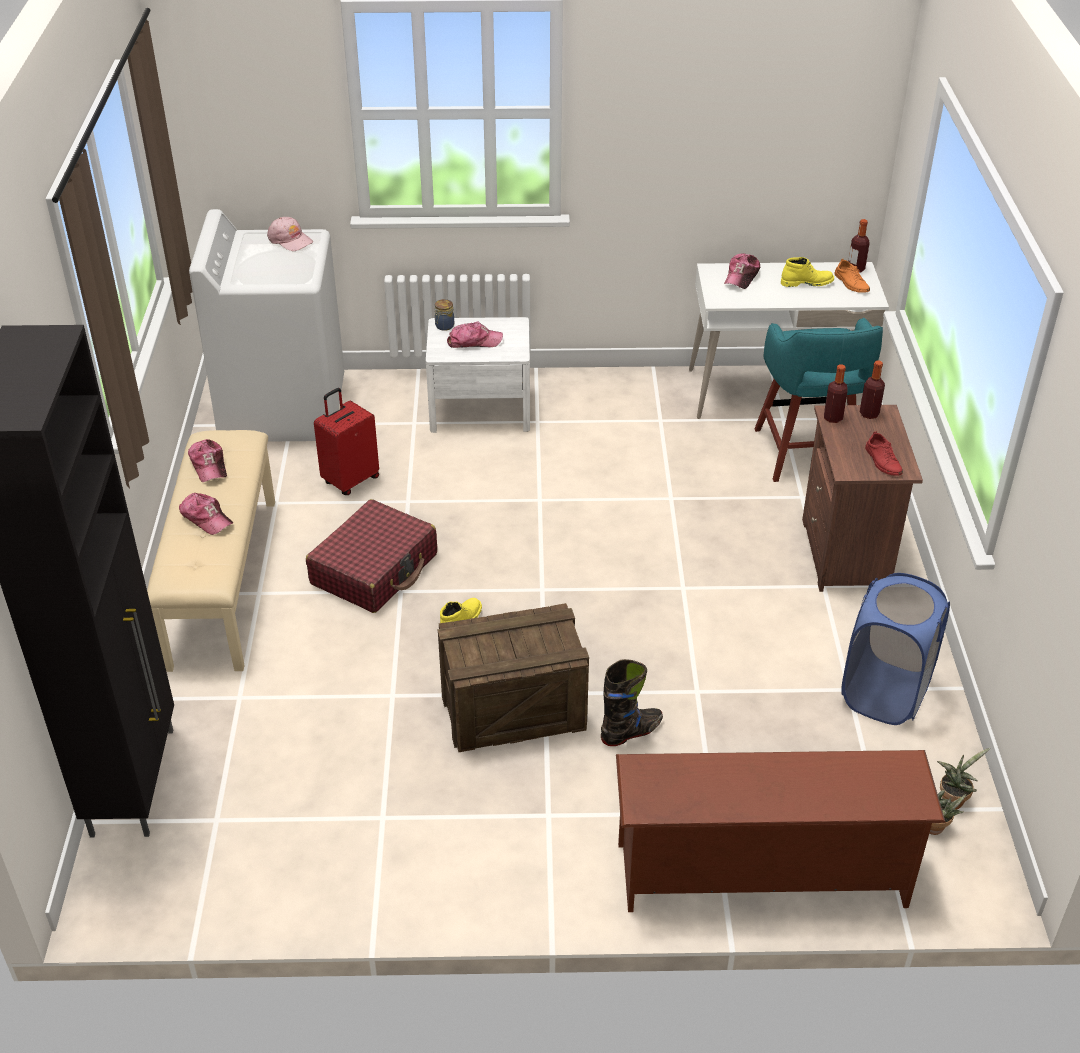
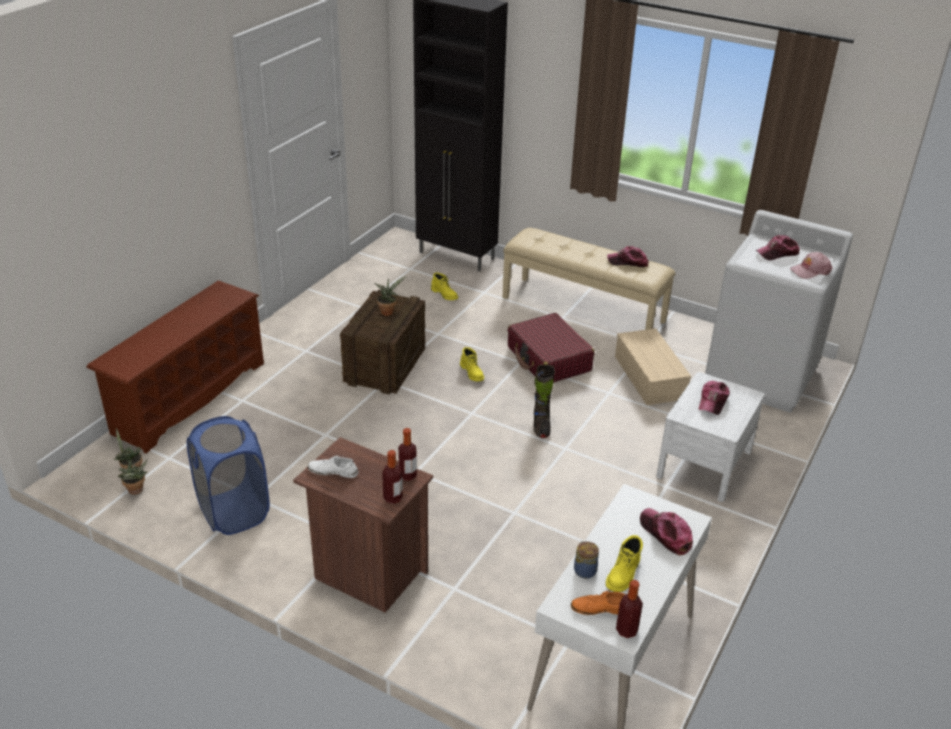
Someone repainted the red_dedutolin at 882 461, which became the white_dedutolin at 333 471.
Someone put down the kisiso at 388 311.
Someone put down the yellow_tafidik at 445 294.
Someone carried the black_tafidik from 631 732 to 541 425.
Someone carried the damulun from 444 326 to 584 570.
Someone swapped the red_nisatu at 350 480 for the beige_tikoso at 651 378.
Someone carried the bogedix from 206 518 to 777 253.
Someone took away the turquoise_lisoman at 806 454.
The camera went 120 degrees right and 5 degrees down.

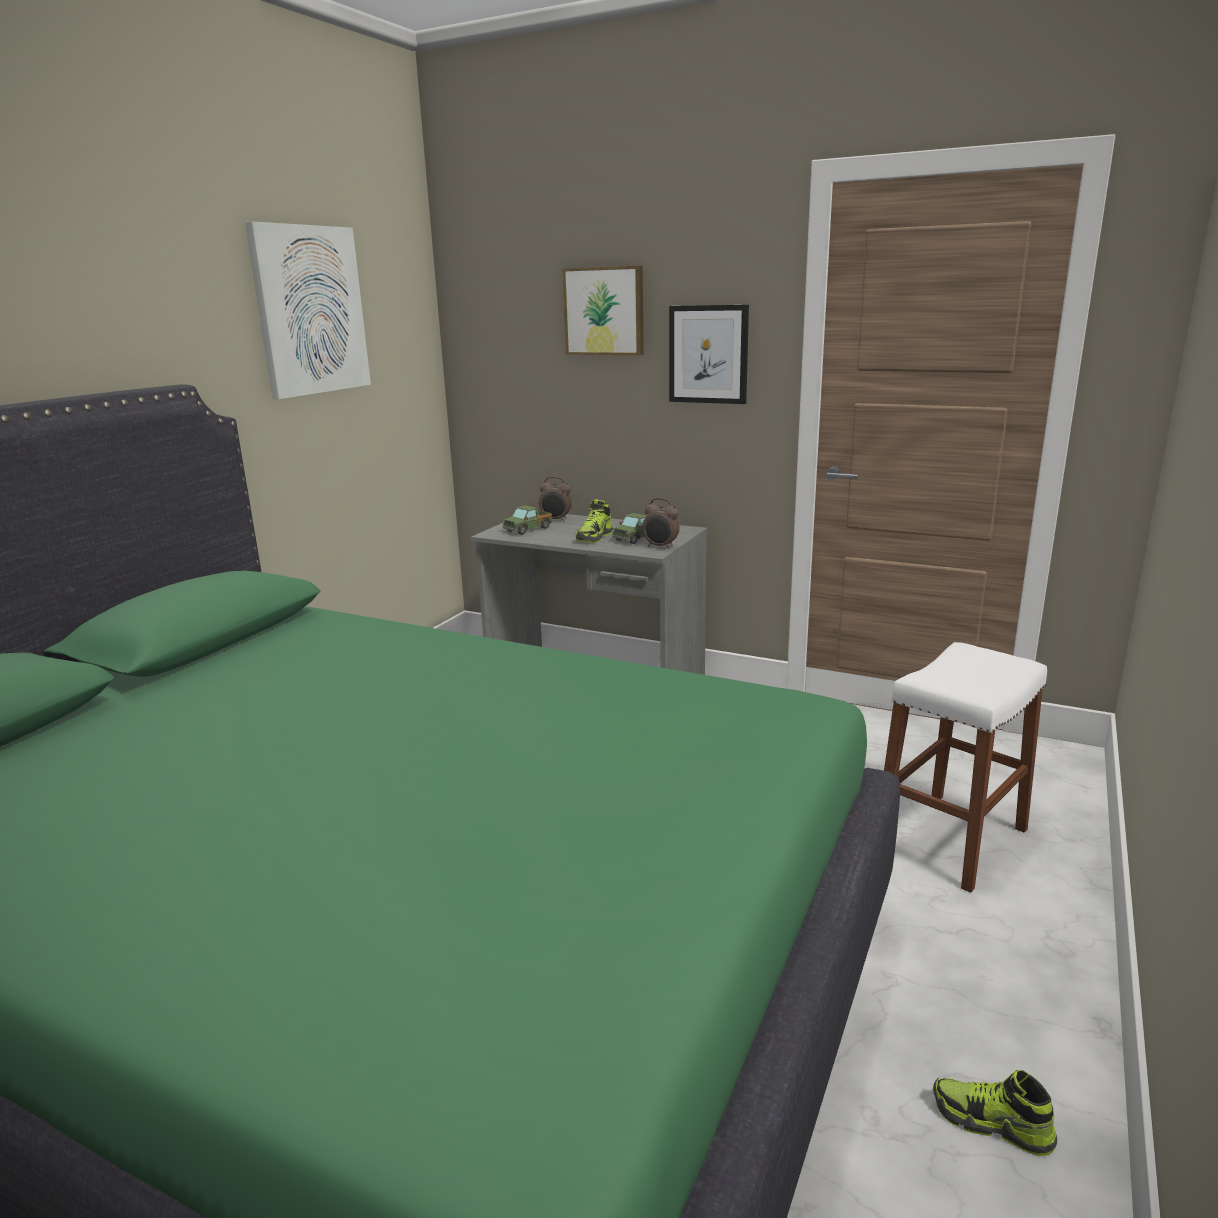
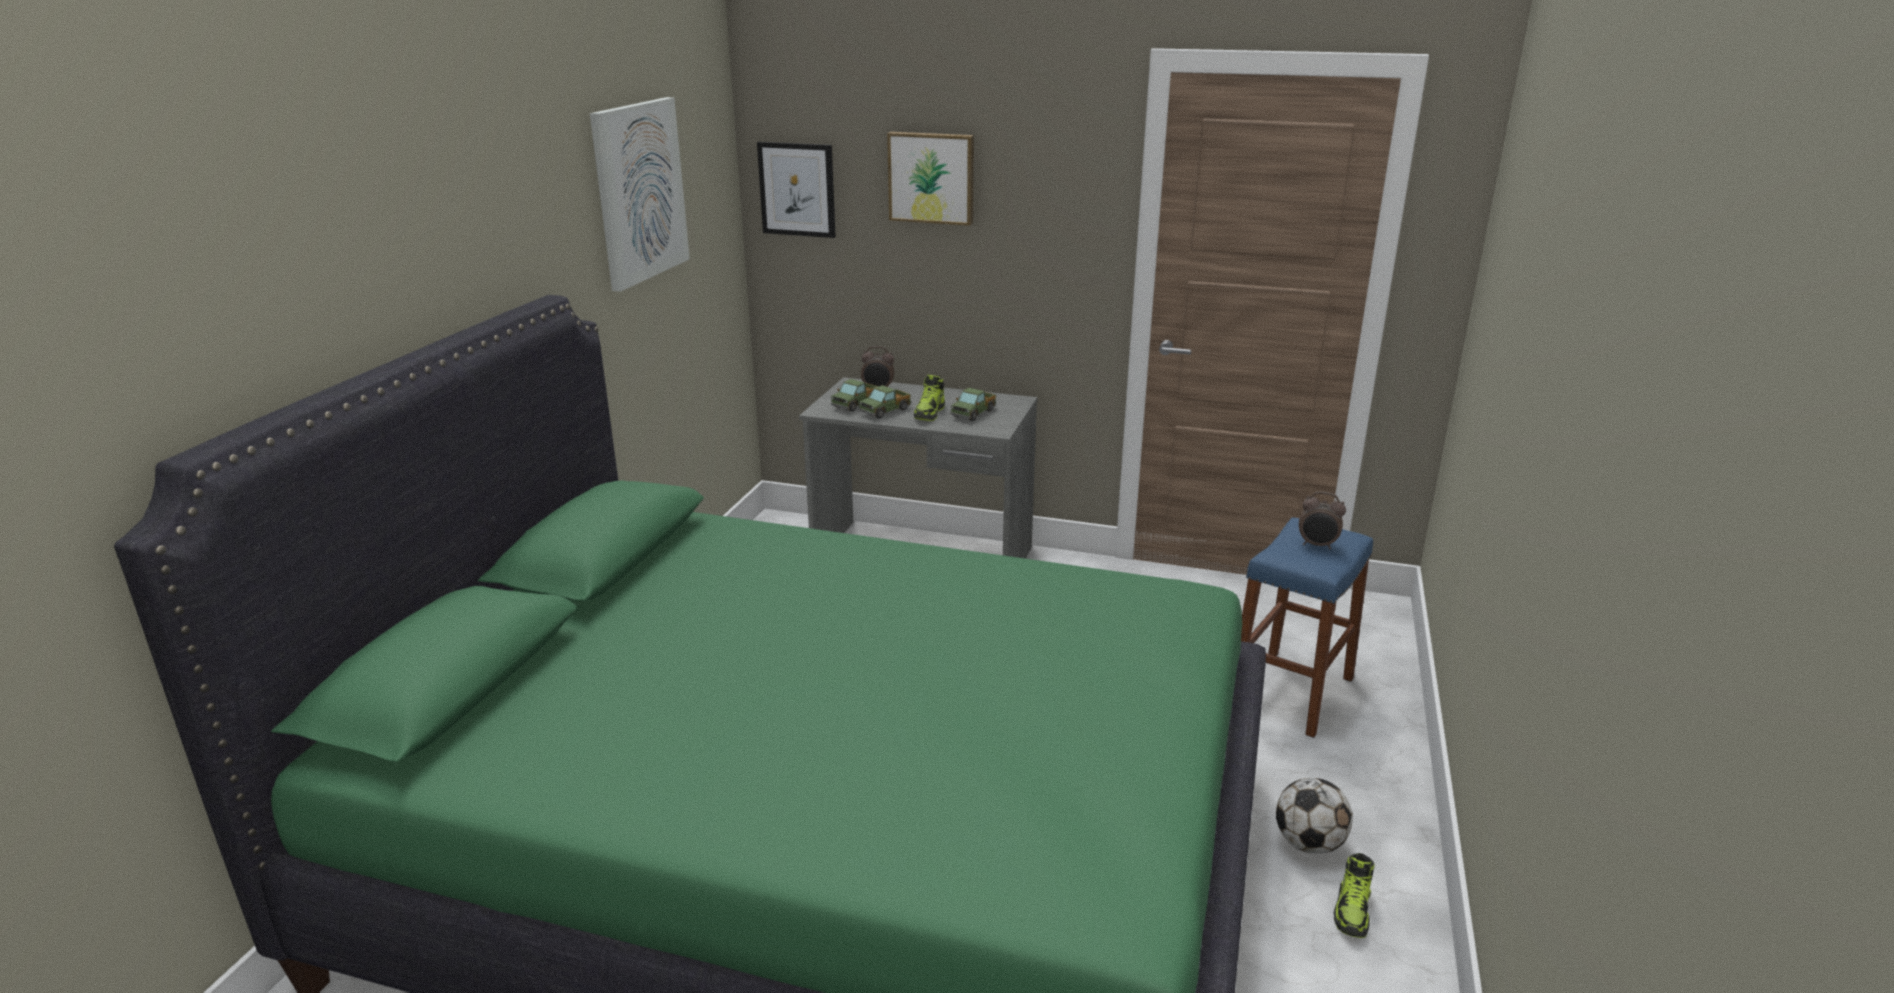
Someone carried the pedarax from 708 354 to 797 189.
Someone put down the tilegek at 885 411.
Someone repainted the white_lisoman at 951 839, which became the blue_lisoman at 1290 692.
Someone put down the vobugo at 1309 844.
Someone carried the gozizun from 660 547 to 1317 545.
Someone rotated the dedutolin at 991 1124 by 90 degrees counterclockwise.
The camera went 10 degrees left and 5 degrees up.

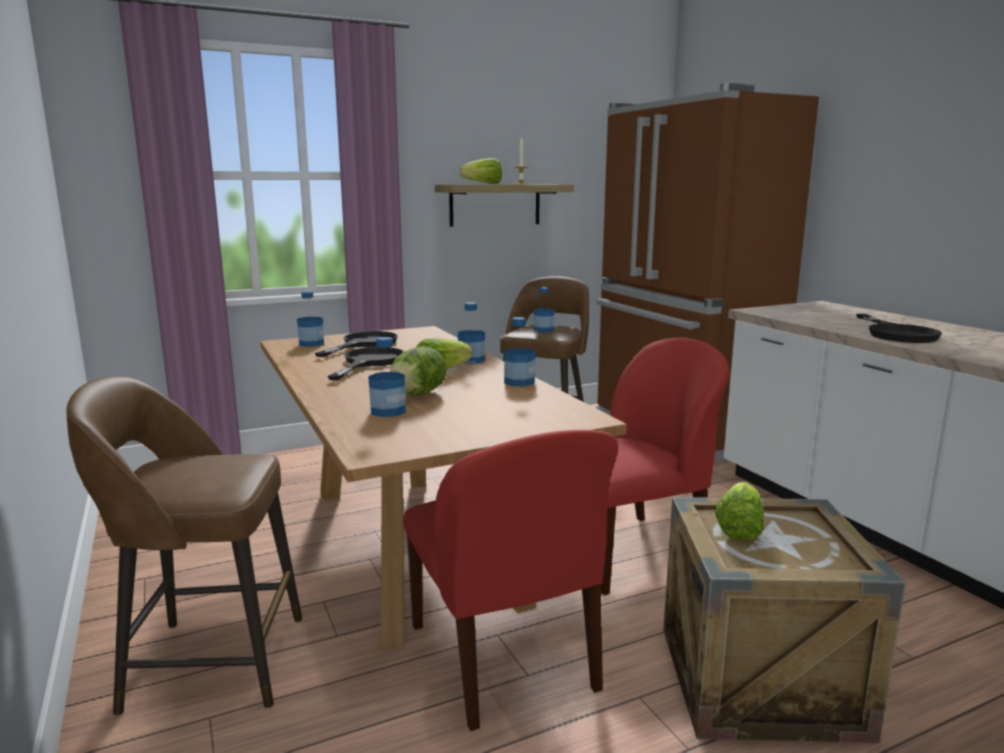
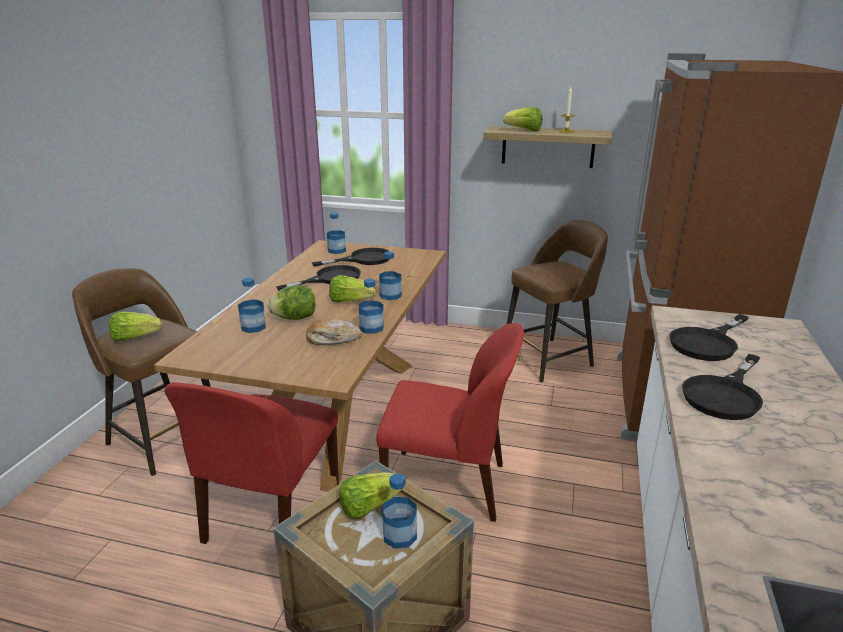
Someone put down the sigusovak at 135 337.
Someone put down the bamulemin at 332 339.
Someone carried the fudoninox from 543 330 to 400 535.
Someone put down the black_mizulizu at 708 343.
The camera went 40 degrees right and 10 degrees up.

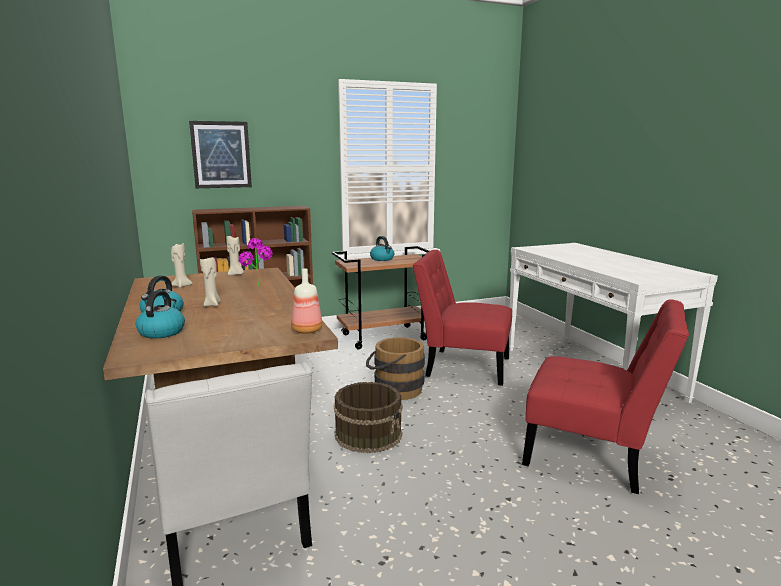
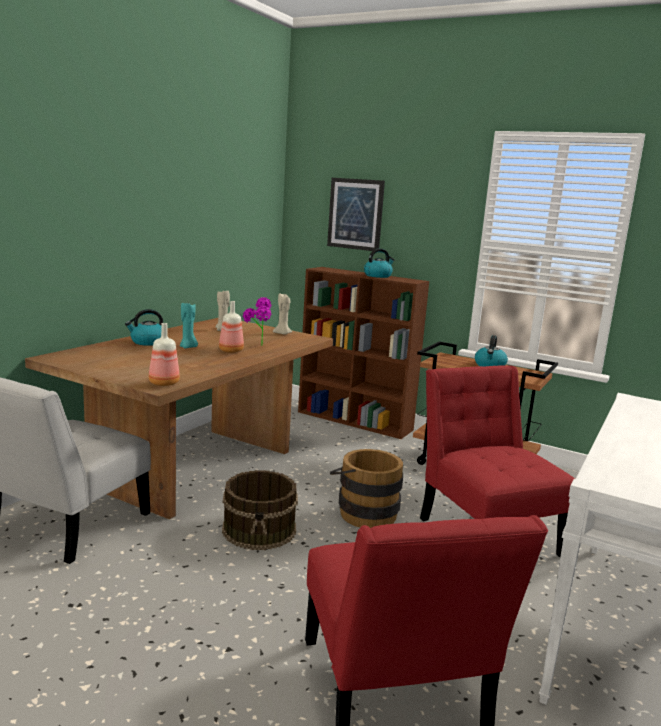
Someone repainted the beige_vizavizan at 212 305, which became the turquoise_vizavizan at 188 347.
Someone put down the fudoninox at 231 351.
Someone carried the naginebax from 162 332 to 378 276.
The camera went 50 degrees right and 0 degrees up.

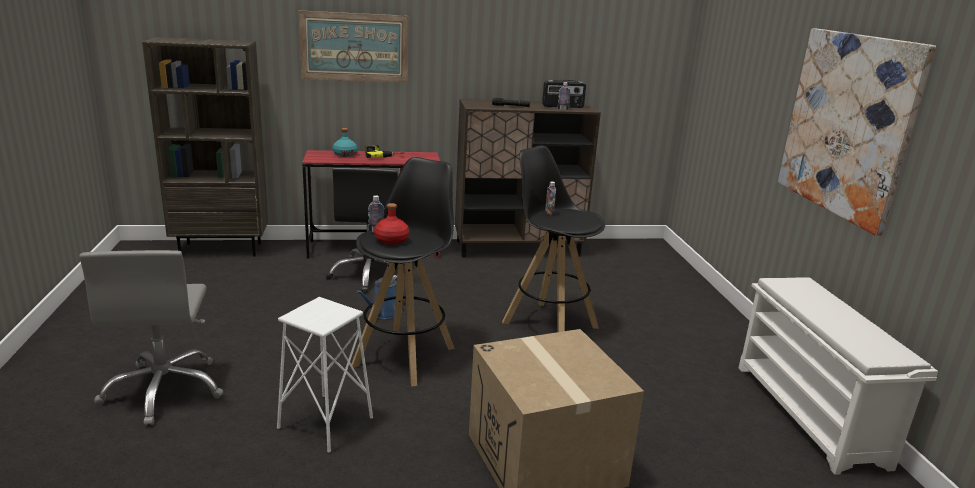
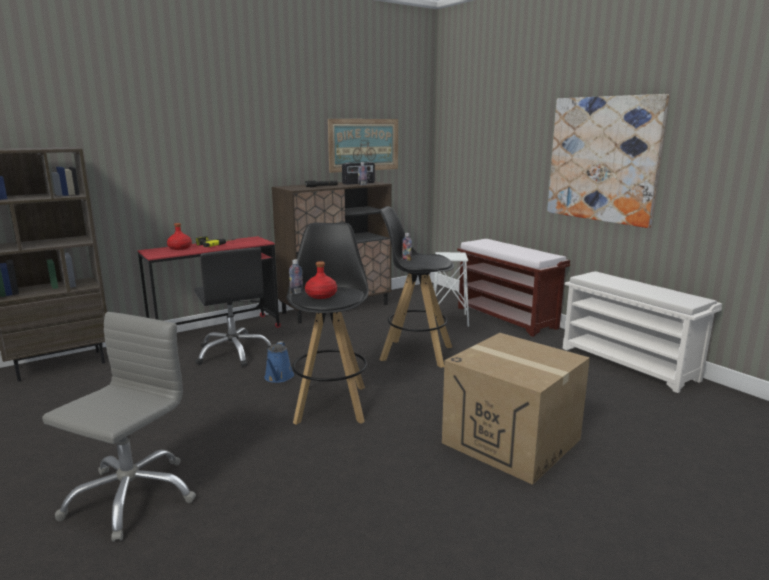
Someone rotated the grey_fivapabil at 164 390 by 120 degrees counterclockwise.
Someone repainted the turquoise_fudoninox at 345 154, which became the red_fudoninox at 179 248.
Someone carried the pedarax from 354 47 to 364 145.
Someone carried the white_lisoman from 326 422 to 449 320.
Someone put down the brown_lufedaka at 507 318.
The camera went 25 degrees left and 5 degrees down.

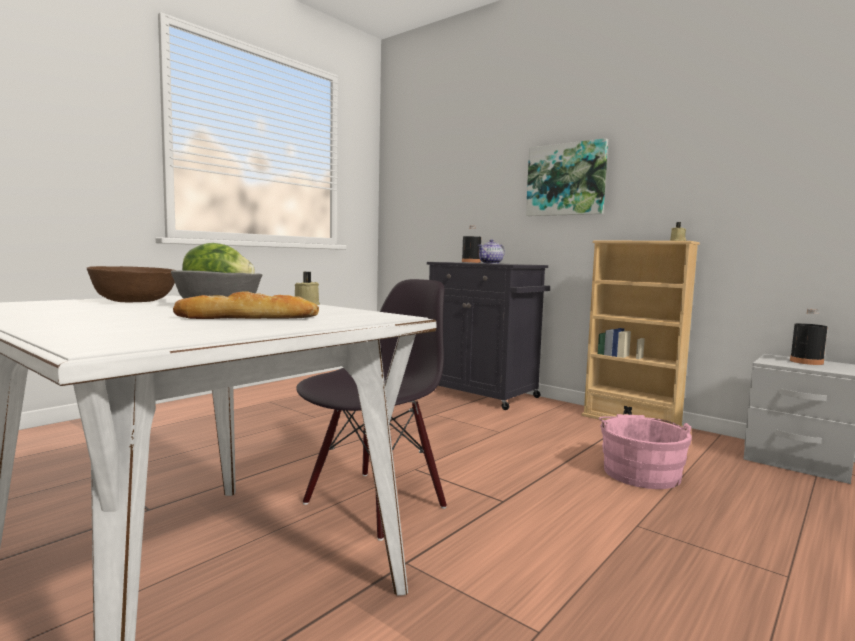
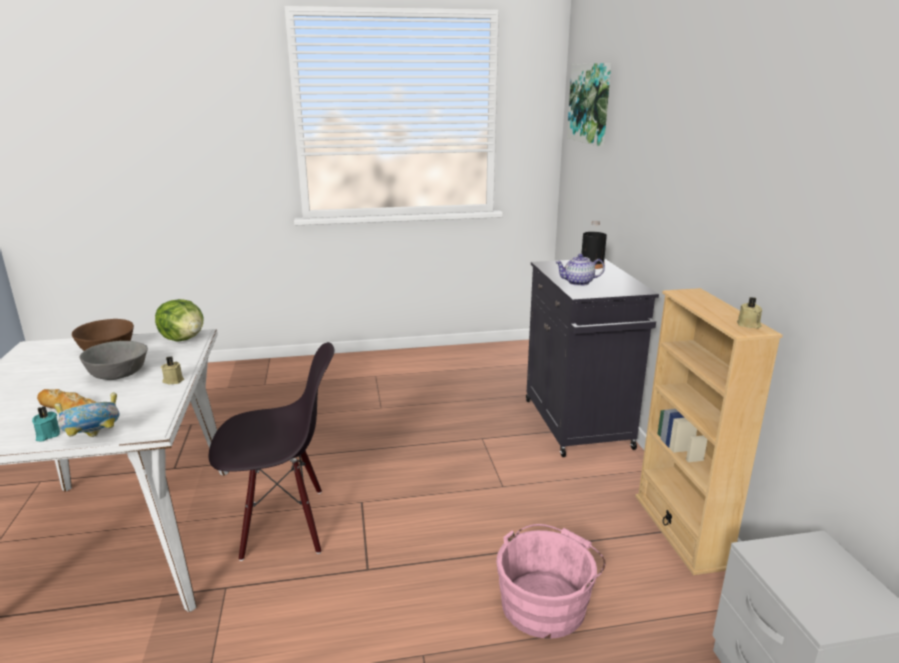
Someone put down the turquoise_vizavizan at 47 435.
Someone put down the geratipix at 94 438.
Someone carried the pedarax from 566 180 to 590 103.
Someone took away the black_fudoninox at 806 362.
The camera went 40 degrees right and 15 degrees up.

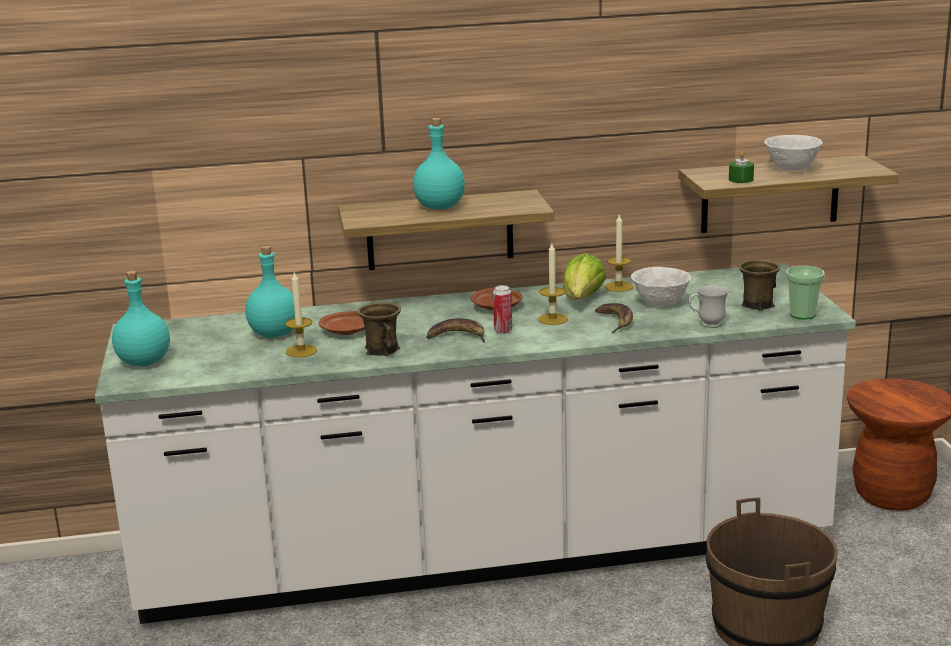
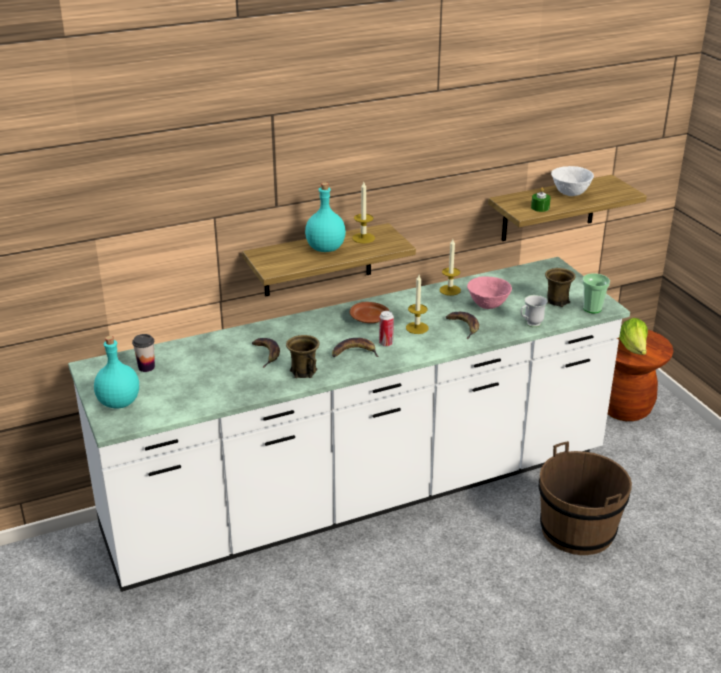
Someone put down the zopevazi at 146 367.
Someone swapped the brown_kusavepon at 348 331 for the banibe at 267 354.
Someone carried the vizavizan from 301 351 to 363 238.
Someone repainted the white_geratipix at 660 303, which became the pink_geratipix at 488 305.
Someone carried the sigusovak from 582 300 to 633 349.
Someone took away the turquoise_fudoninox at 275 334.
The camera went 15 degrees left and 10 degrees up.

